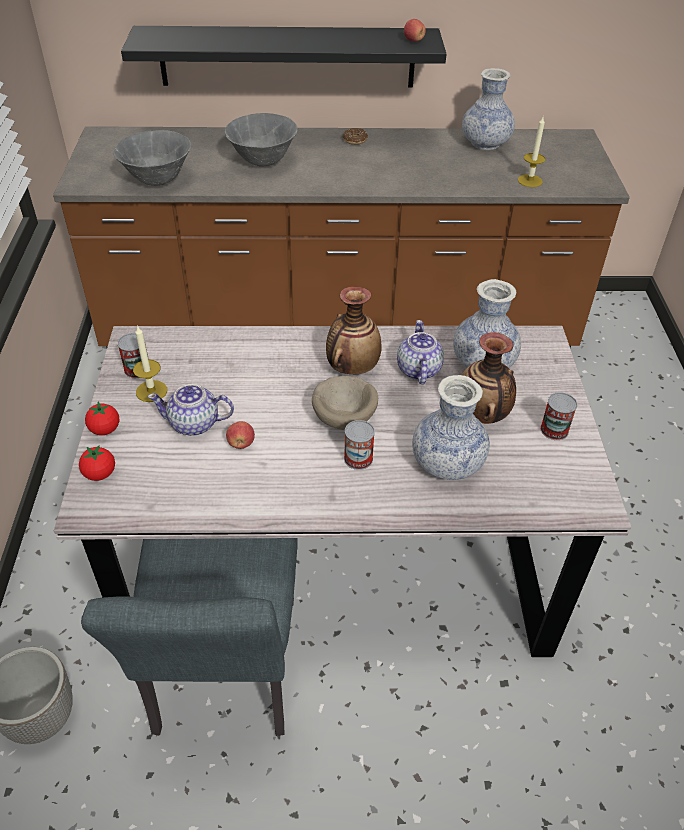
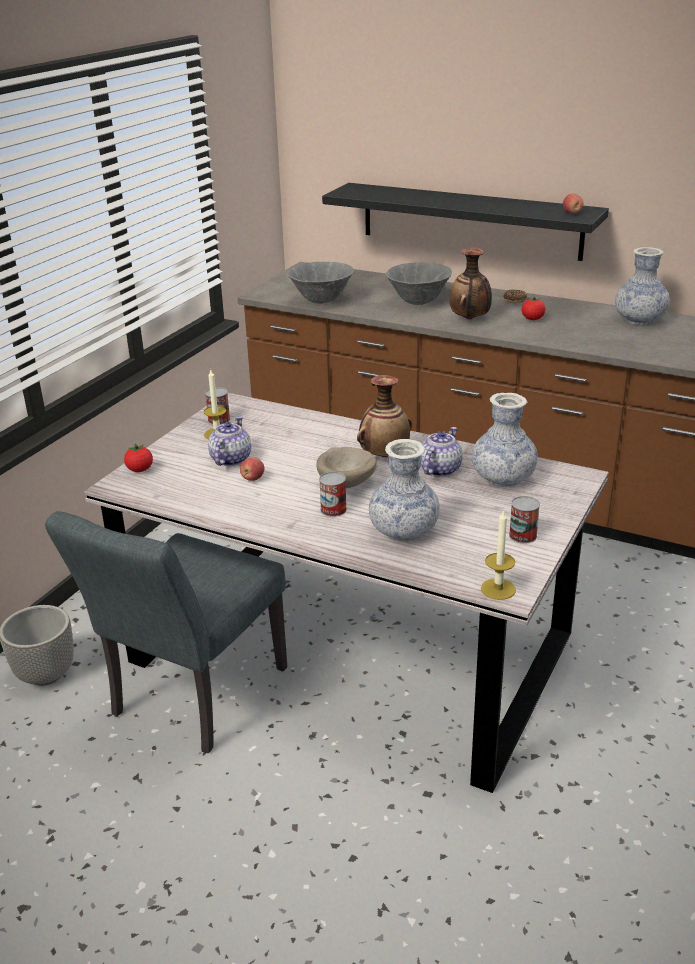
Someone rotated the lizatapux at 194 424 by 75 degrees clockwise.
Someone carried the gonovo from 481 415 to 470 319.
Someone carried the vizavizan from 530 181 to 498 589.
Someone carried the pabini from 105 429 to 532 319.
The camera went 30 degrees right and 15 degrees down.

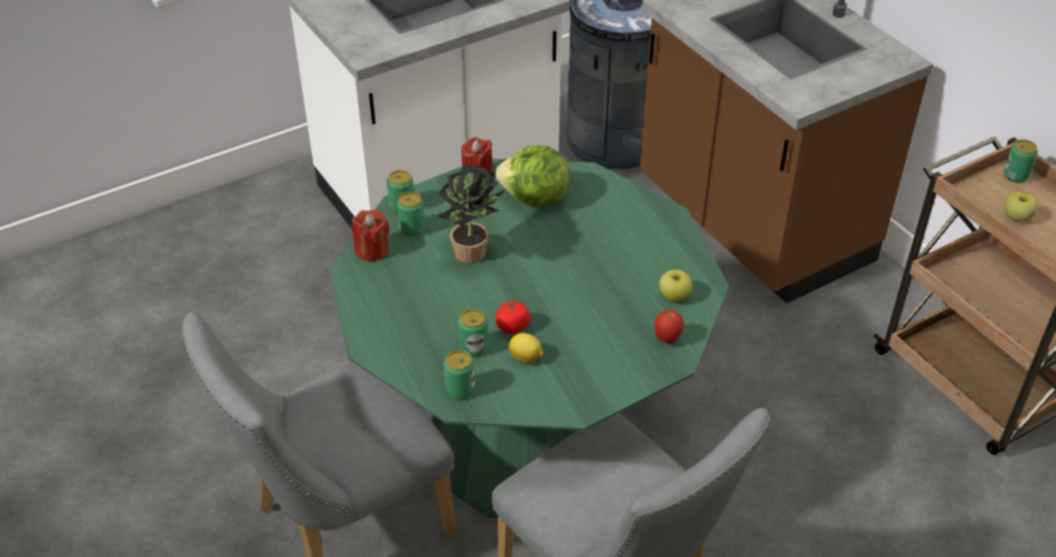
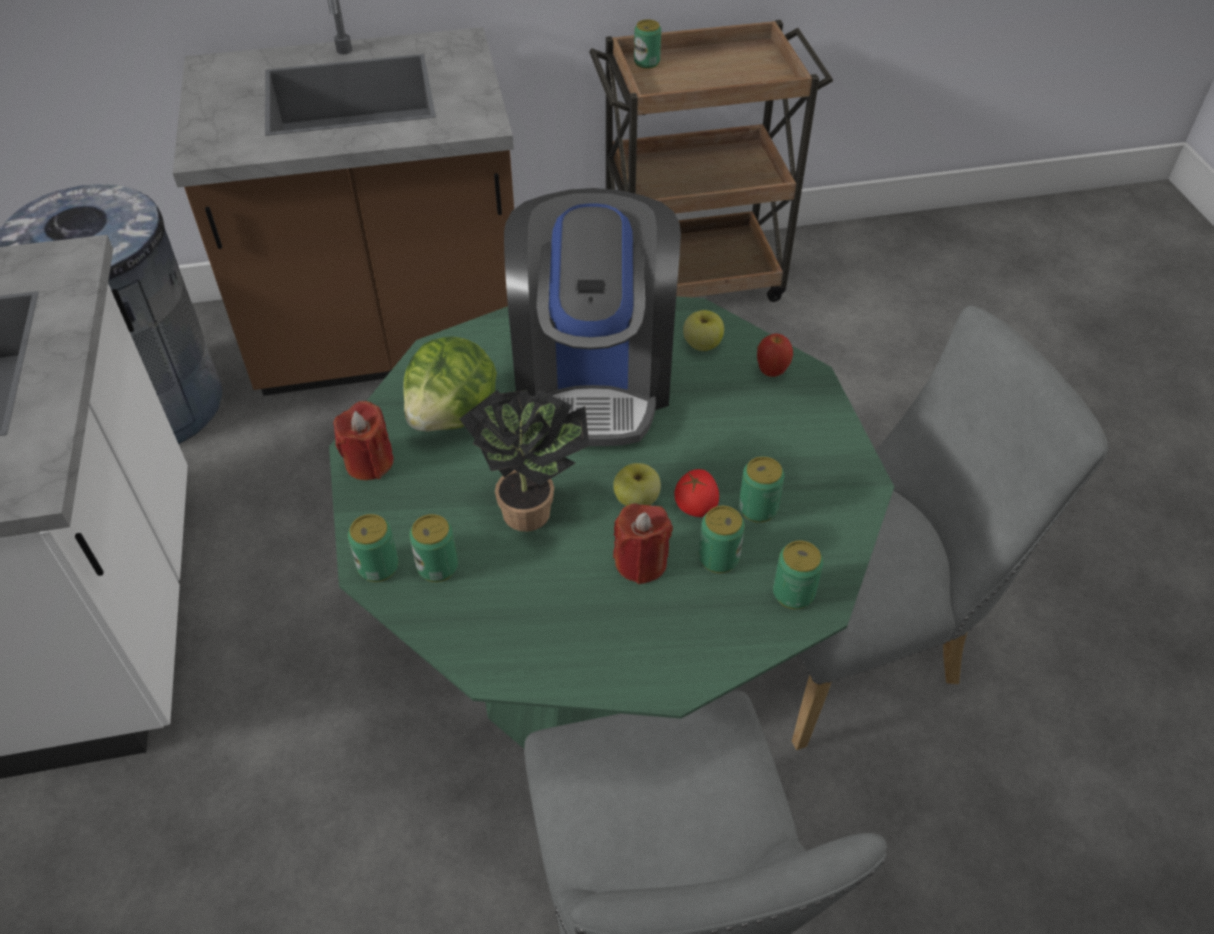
Someone put down the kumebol at 594 377.
Someone carried the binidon from 1016 217 to 636 500.
Someone carried the red_vizavizan from 372 250 to 641 562.
Someone swapped the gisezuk at 526 358 for the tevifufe at 758 508.
The camera went 70 degrees left and 5 degrees up.

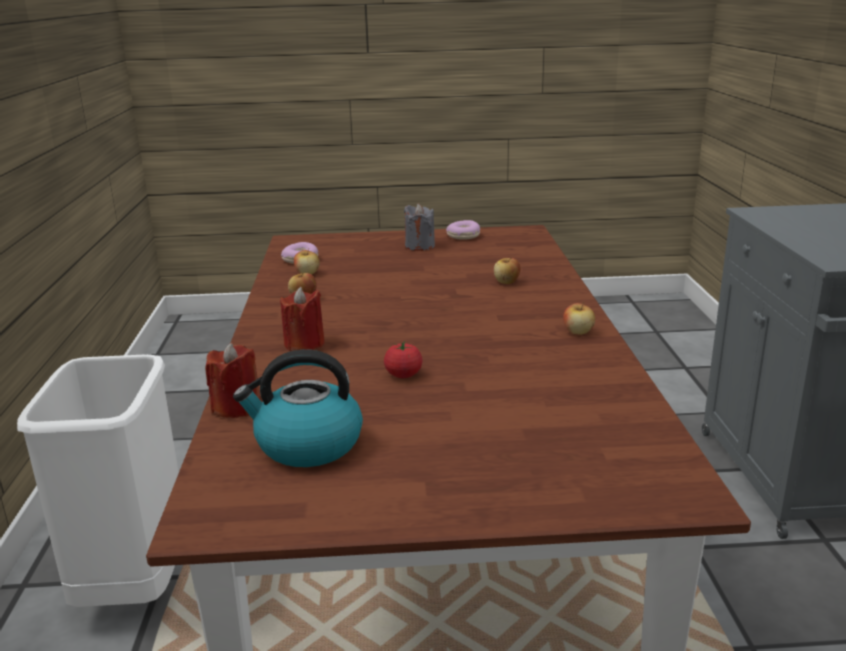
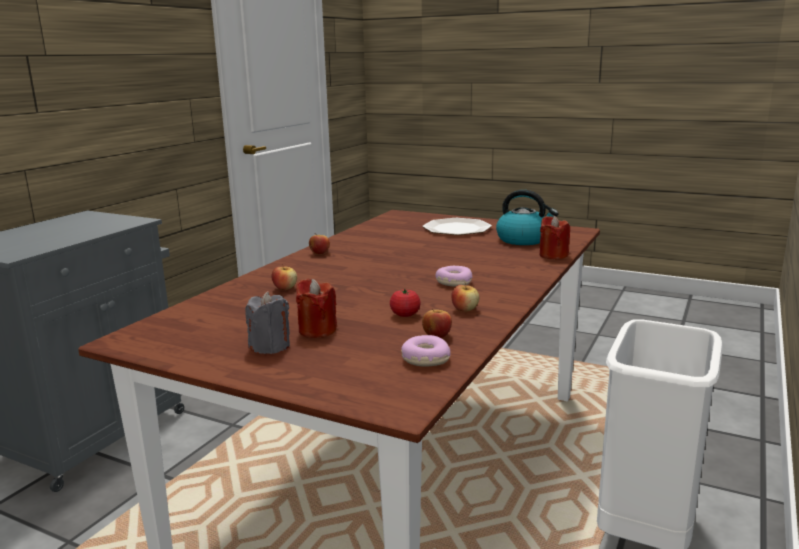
Someone carried the red_vizavizan from 304 343 to 317 330.
Someone carried the pabini from 403 375 to 405 315.
Someone put down the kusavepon at 457 228.
Someone carried the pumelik from 463 236 to 453 282.
The camera went 150 degrees left and 5 degrees down.

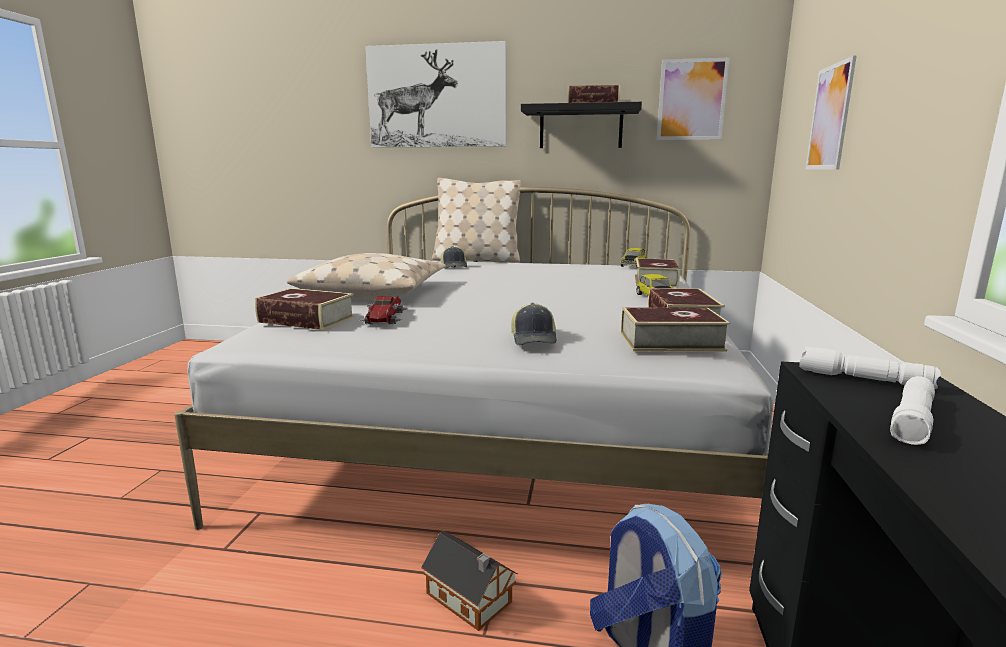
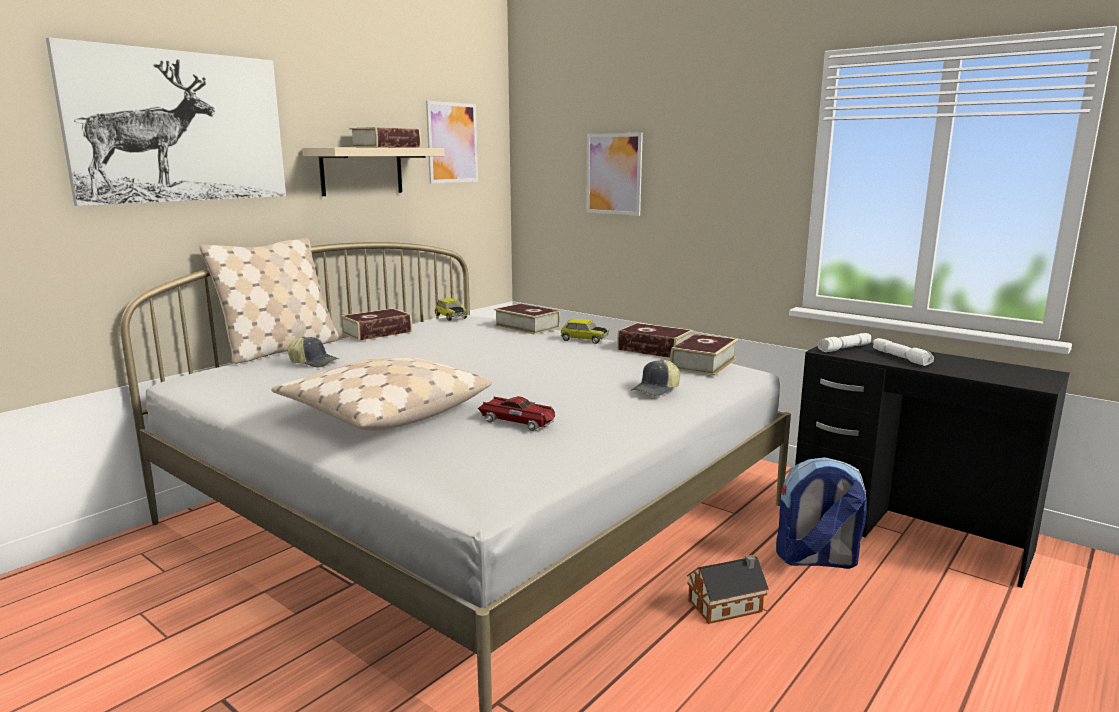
Someone repainted the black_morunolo at 580 127, which became the beige_morunolo at 361 171.
Someone carried the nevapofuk from 306 319 to 377 332.
Someone rotated the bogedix at 534 339 by 105 degrees clockwise.
The camera went 60 degrees left and 0 degrees up.

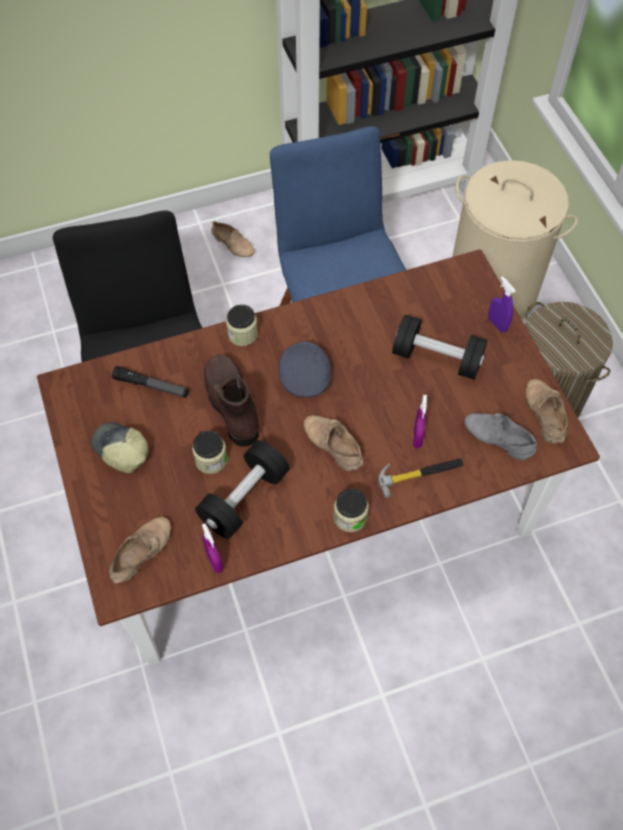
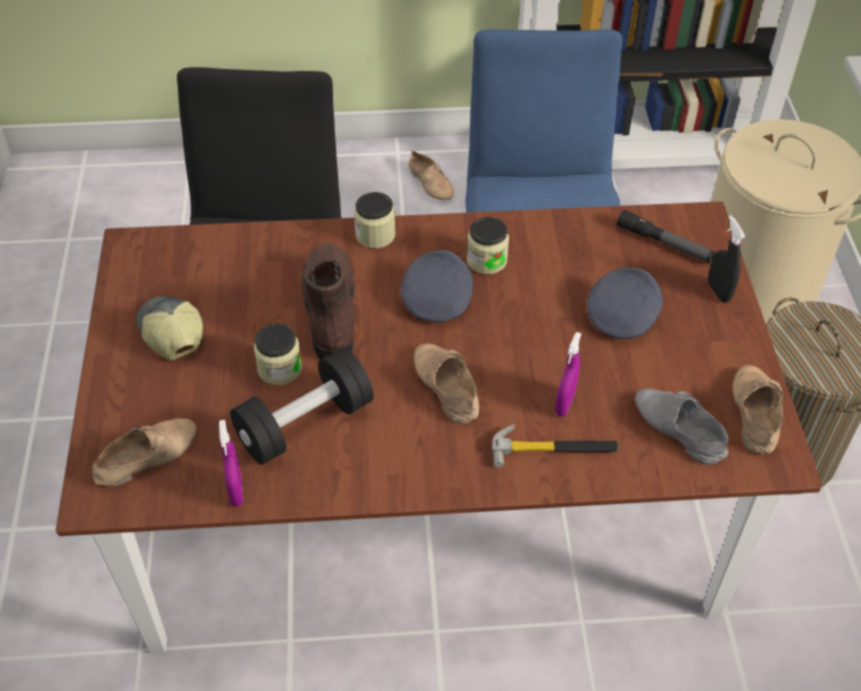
Someone carried the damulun from 350 517 to 486 260.
Someone swapped the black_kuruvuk at 437 358 for the grey_bogedix at 622 314.
Someone carried the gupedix from 151 386 to 664 243.
Someone repainted the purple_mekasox at 497 324, which became the black_mekasox at 718 291.
The camera went 15 degrees right and 10 degrees down.

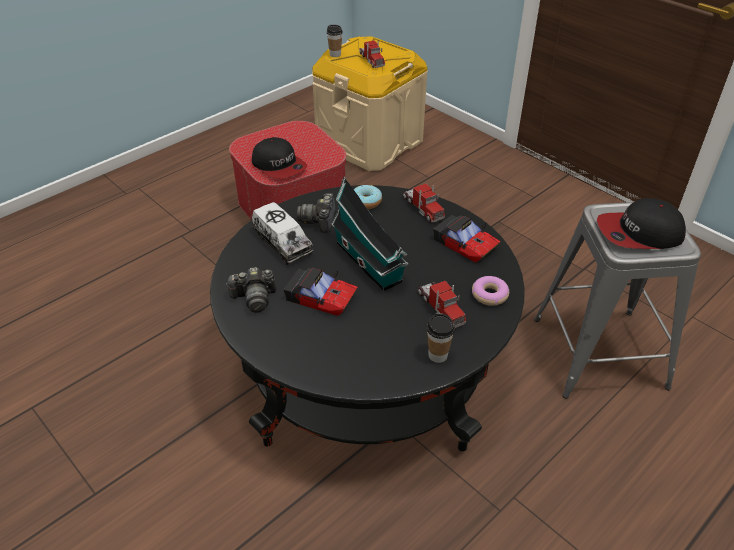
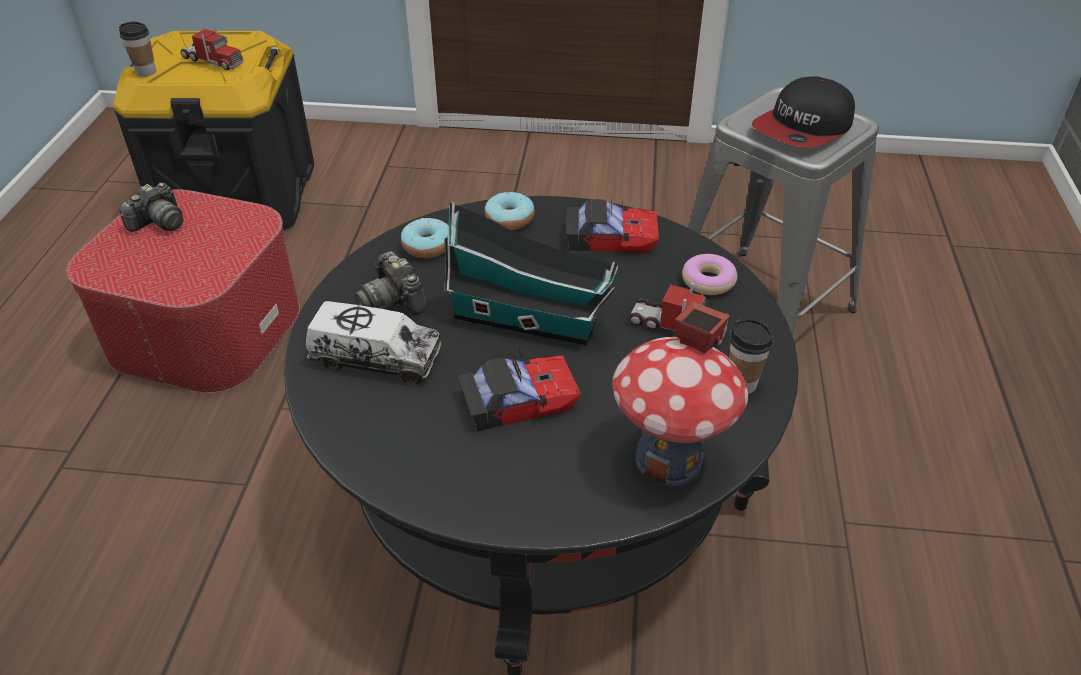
Someone repainted the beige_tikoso at 369 142, which became the black_tikoso at 238 196.
Someone carried the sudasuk from 254 298 to 159 223.
Someone swapped the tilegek at 423 208 for the pumelik at 509 219.
Someone put down the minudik at 669 460.
Someone took away the bogedix at 279 165.
The camera went 40 degrees left and 0 degrees up.

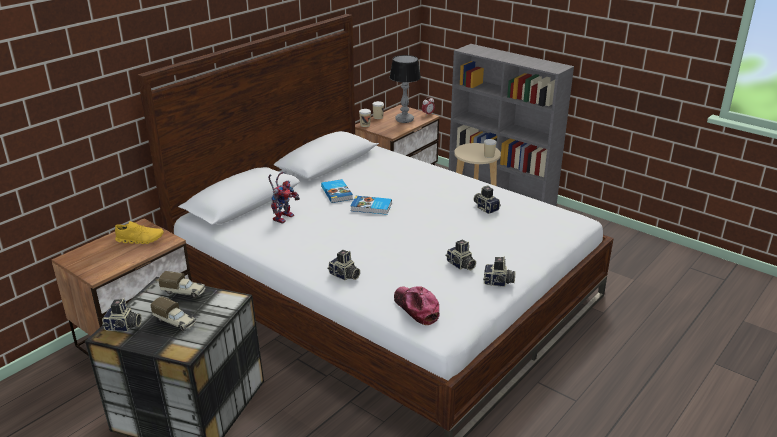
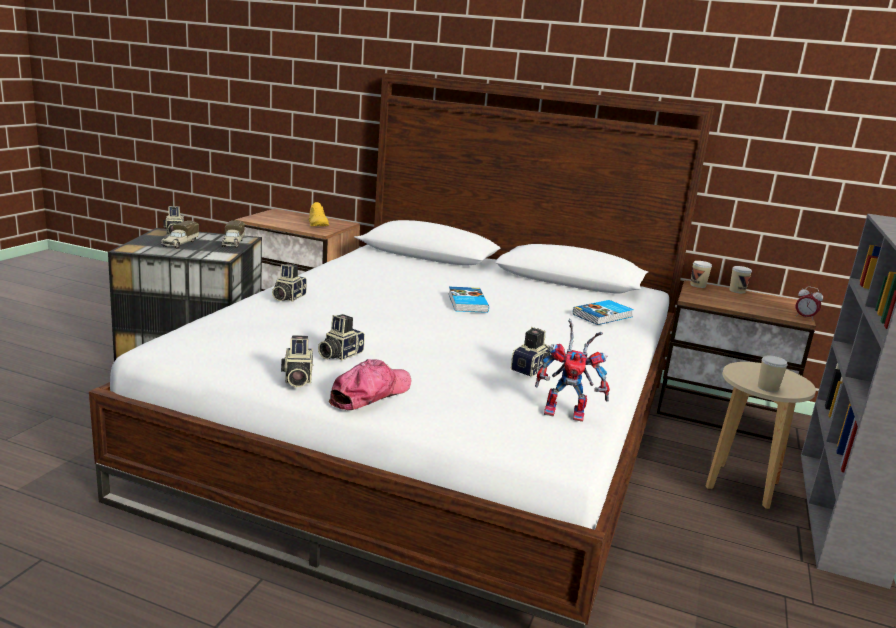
Someone carried the bogedix from 416 308 to 370 394.
Someone carried the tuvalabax from 283 216 to 568 412.
Someone carried the nevapofuk from 337 193 to 603 316.
Someone took away the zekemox at 404 120.
The camera went 70 degrees right and 10 degrees down.

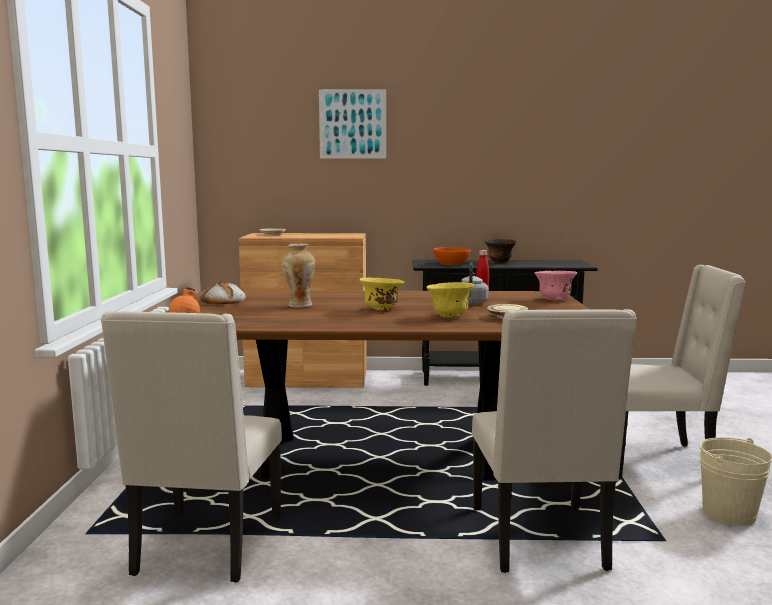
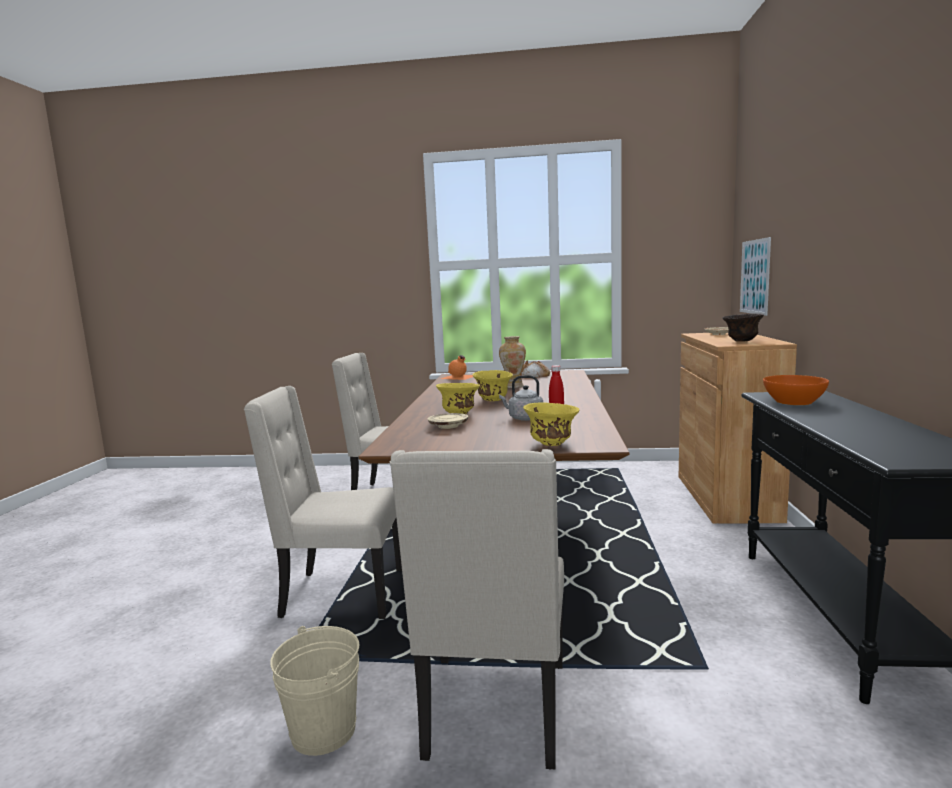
Someone repainted the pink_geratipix at 554 299, which became the yellow_geratipix at 551 444.
Someone carried the brown_geratipix from 500 262 to 742 341.
Someone carried the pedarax from 352 124 to 755 277.
The camera went 95 degrees right and 0 degrees up.

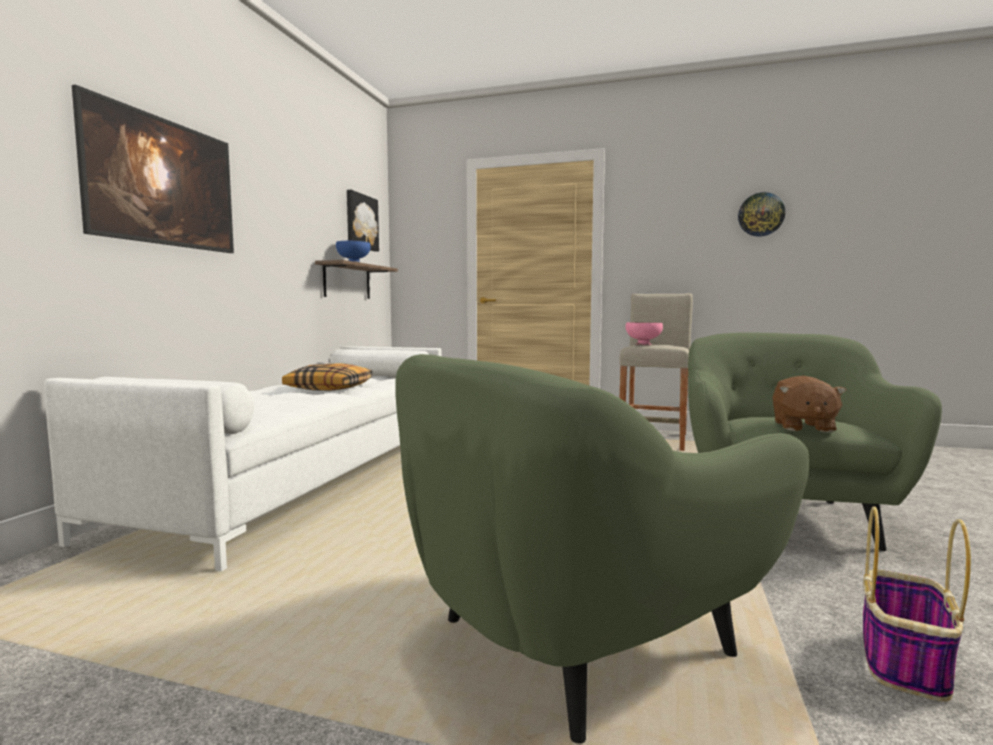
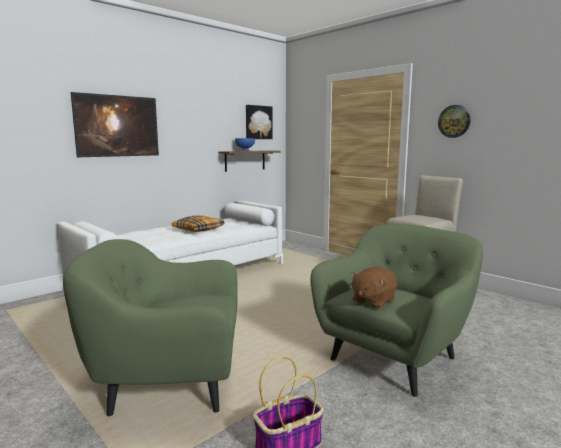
Someone carried the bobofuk from 761 214 to 454 121.
Someone took away the pink_geratipix at 643 344.
The camera went 30 degrees right and 5 degrees up.

